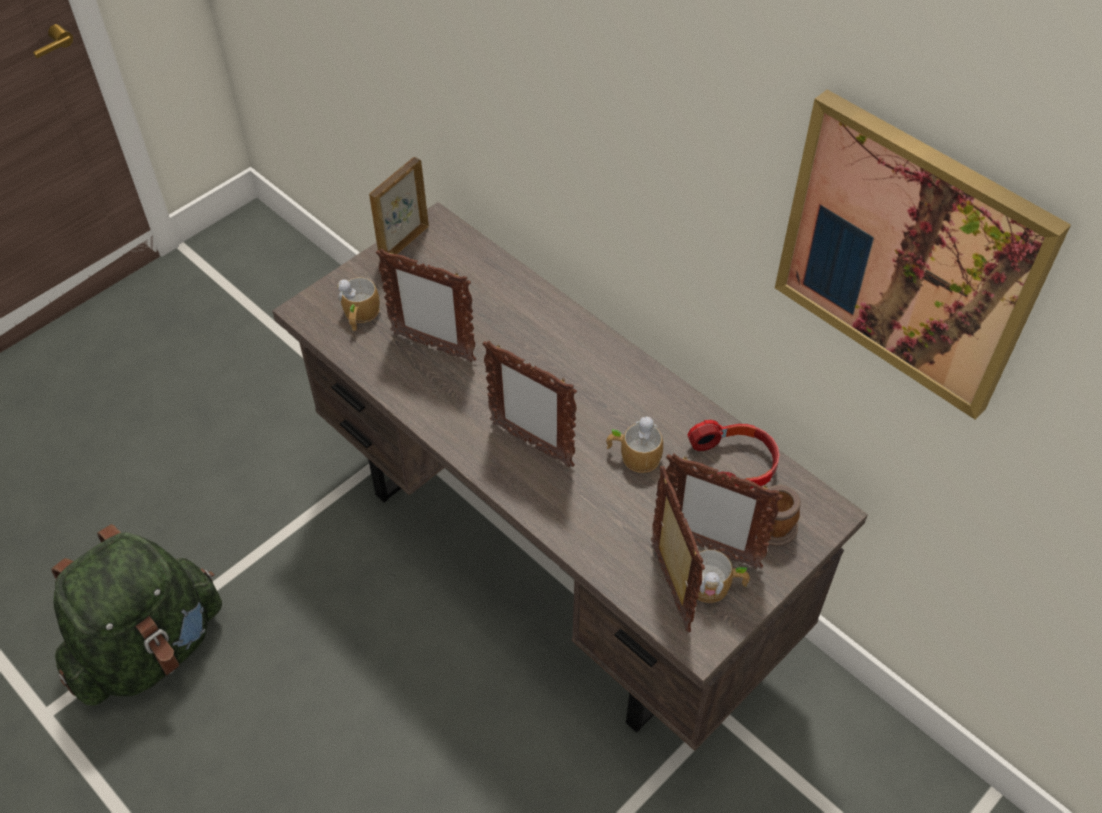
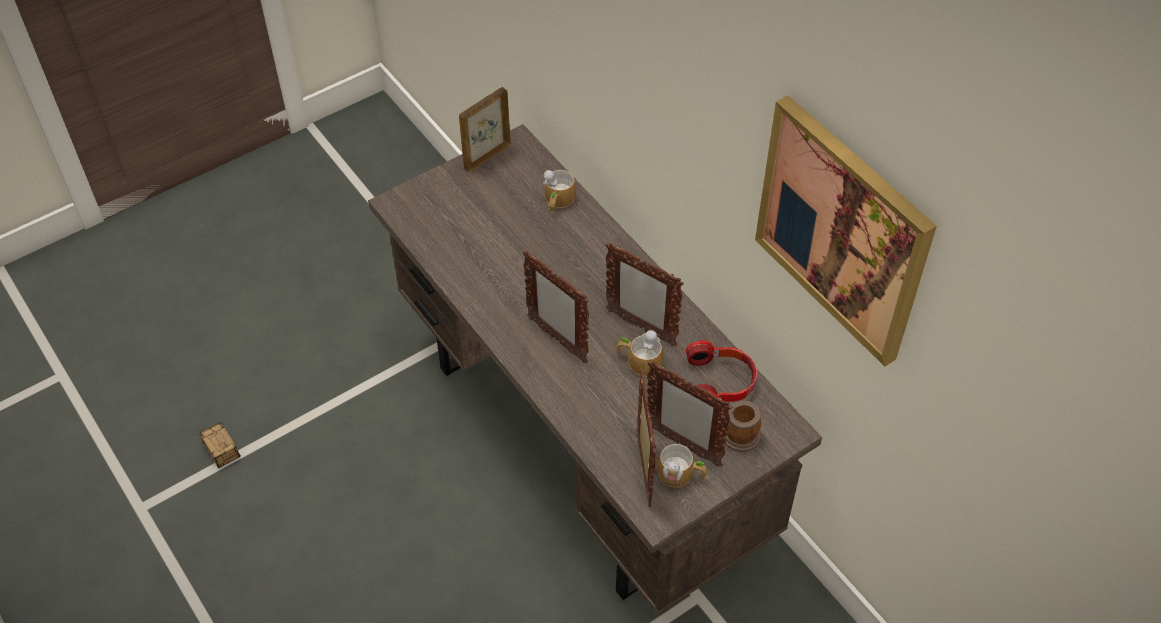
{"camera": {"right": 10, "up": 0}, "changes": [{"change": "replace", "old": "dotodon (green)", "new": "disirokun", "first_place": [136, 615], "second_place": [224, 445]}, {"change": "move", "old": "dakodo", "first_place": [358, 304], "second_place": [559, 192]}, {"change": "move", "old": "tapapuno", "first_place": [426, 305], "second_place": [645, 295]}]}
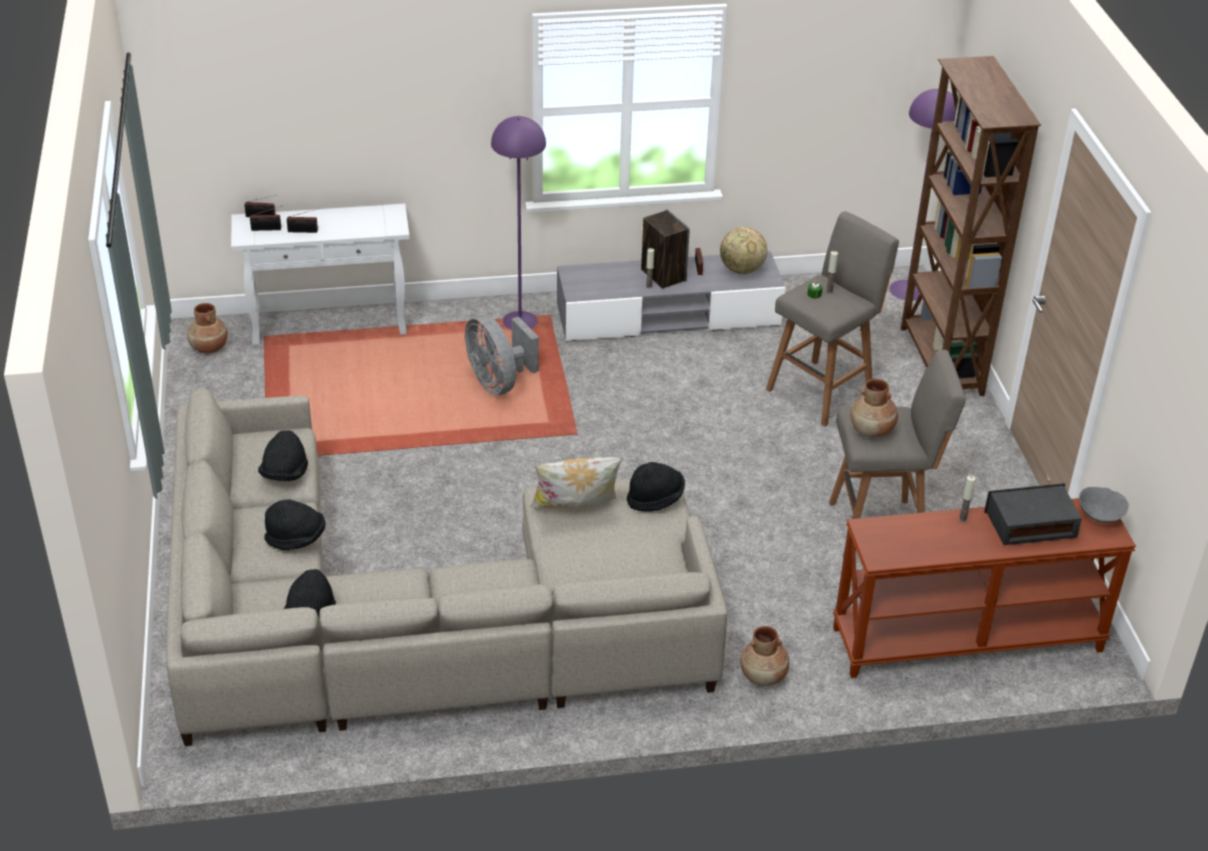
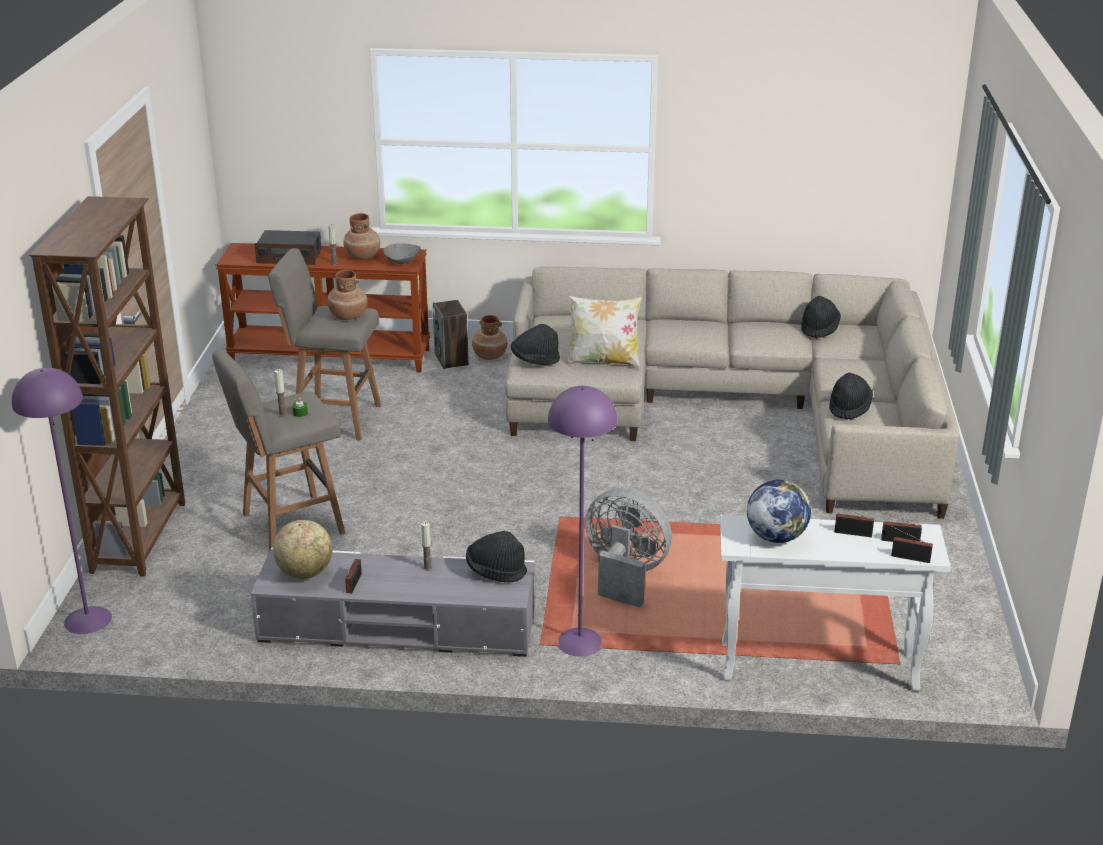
{"camera": {"right": -165, "up": -10}, "changes": [{"change": "move", "old": "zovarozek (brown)", "first_place": [207, 328], "second_place": [361, 236]}, {"change": "move", "old": "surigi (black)", "first_place": [294, 524], "second_place": [496, 557]}, {"change": "rotate", "old": "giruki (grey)", "first_place": [502, 355], "second_place": [628, 548], "degrees": -45}, {"change": "move", "old": "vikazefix", "first_place": [665, 249], "second_place": [451, 334]}, {"change": "move", "old": "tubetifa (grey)", "first_place": [1104, 505], "second_place": [402, 253]}, {"change": "insert", "new": "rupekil", "second_place": [779, 511]}]}
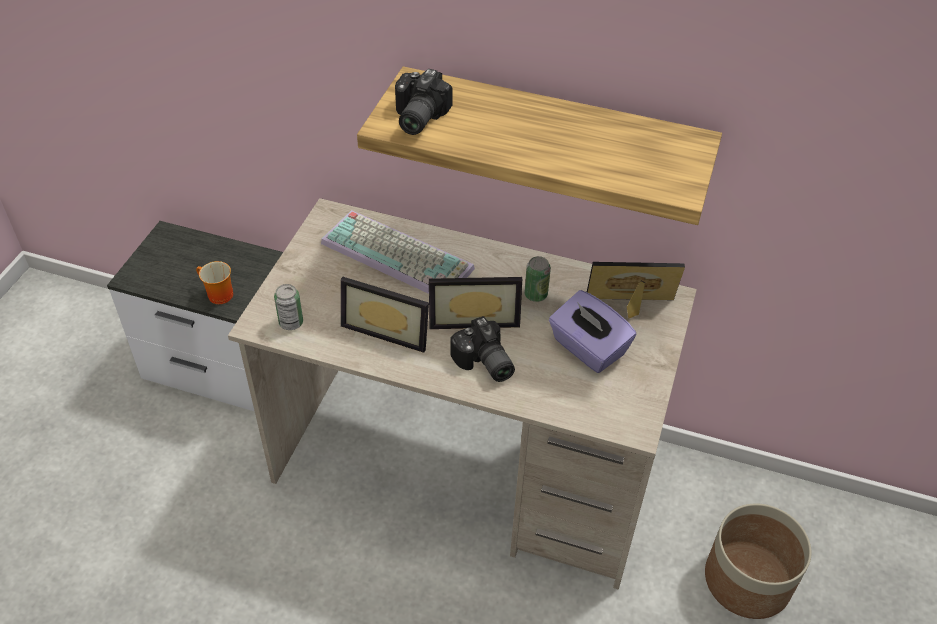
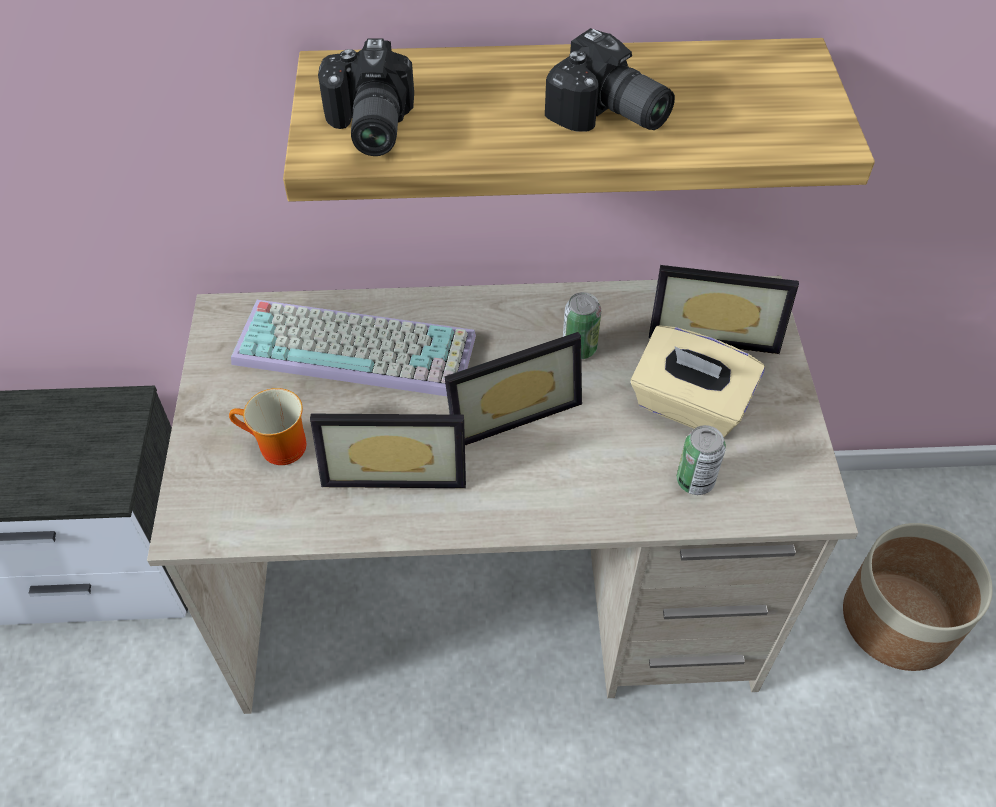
{"camera": {"right": -20, "up": 5}, "changes": [{"change": "move", "old": "dakodo", "first_place": [214, 282], "second_place": [268, 426]}, {"change": "move", "old": "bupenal", "first_place": [288, 307], "second_place": [701, 460]}, {"change": "move", "old": "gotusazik", "first_place": [482, 349], "second_place": [610, 80]}, {"change": "recolor", "old": "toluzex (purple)", "new": "toluzex (beige)", "first_place": [592, 331], "second_place": [698, 381]}, {"change": "rotate", "old": "tapapuno", "first_place": [636, 290], "second_place": [724, 309], "degrees": -150}]}
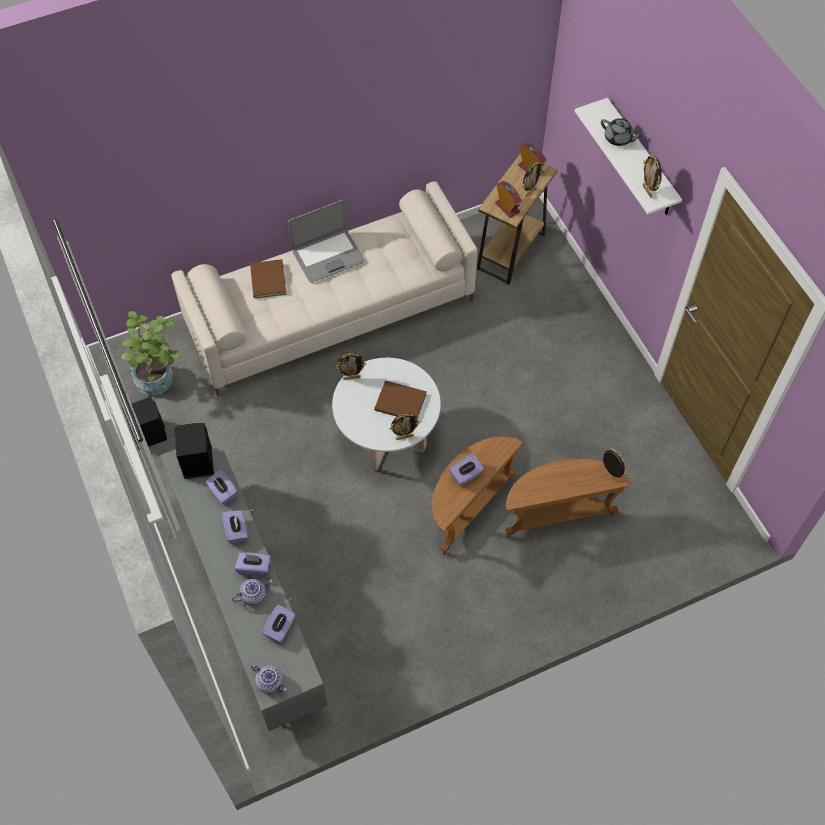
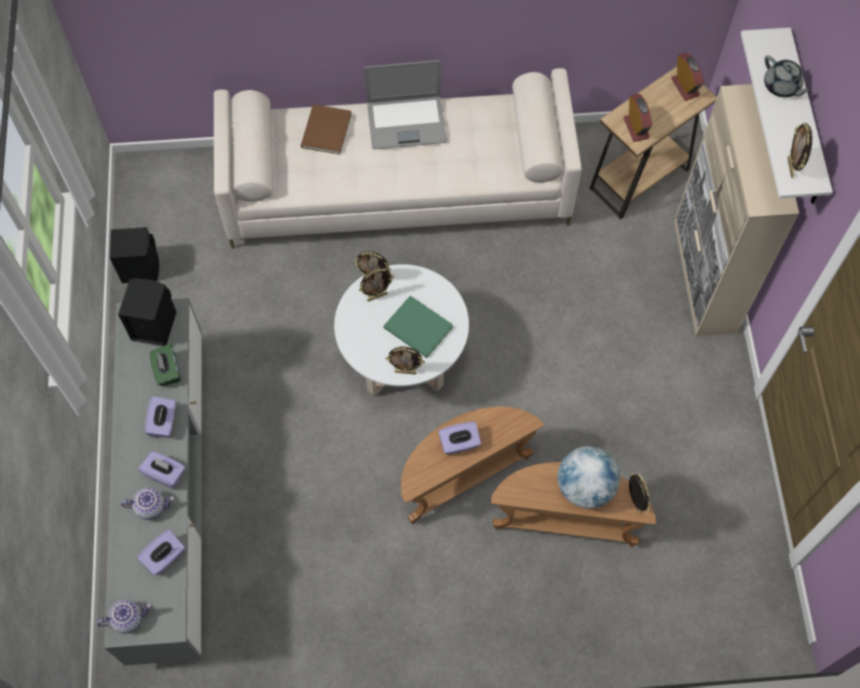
{"camera": {"right": 20, "up": 5}, "changes": [{"change": "delete", "old": "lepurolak", "first_place": [151, 353]}, {"change": "recolor", "old": "toluzex (purple)", "new": "toluzex (green)", "first_place": [222, 487], "second_place": [165, 364]}, {"change": "rotate", "old": "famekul", "first_place": [268, 679], "second_place": [124, 616], "degrees": -75}, {"change": "recolor", "old": "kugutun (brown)", "new": "kugutun (green)", "first_place": [400, 399], "second_place": [418, 327]}, {"change": "move", "old": "tapapuno", "first_place": [533, 179], "second_place": [376, 284]}, {"change": "insert", "new": "rupekil", "second_place": [589, 477]}, {"change": "insert", "new": "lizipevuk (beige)", "second_place": [736, 210]}]}
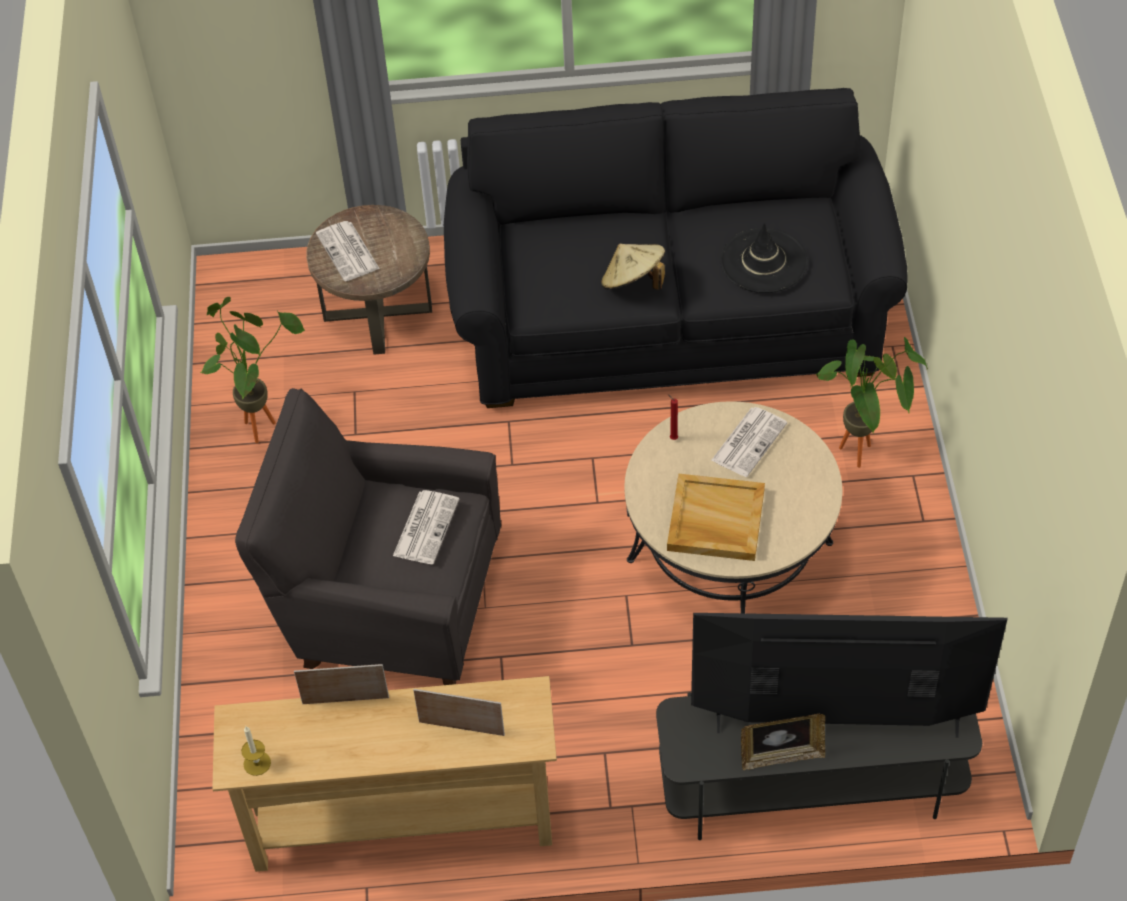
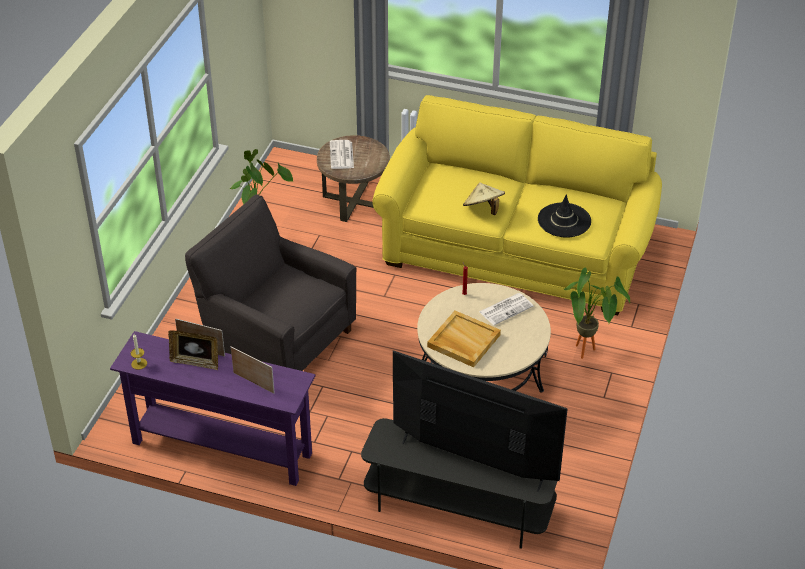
{"camera": {"right": 20, "up": -10}, "changes": [{"change": "recolor", "old": "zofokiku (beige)", "new": "zofokiku (purple)", "first_place": [384, 774], "second_place": [213, 408]}, {"change": "delete", "old": "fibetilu", "first_place": [426, 527]}, {"change": "recolor", "old": "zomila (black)", "new": "zomila (yellow)", "first_place": [676, 248], "second_place": [517, 205]}, {"change": "move", "old": "tapapuno", "first_place": [783, 742], "second_place": [193, 350]}]}
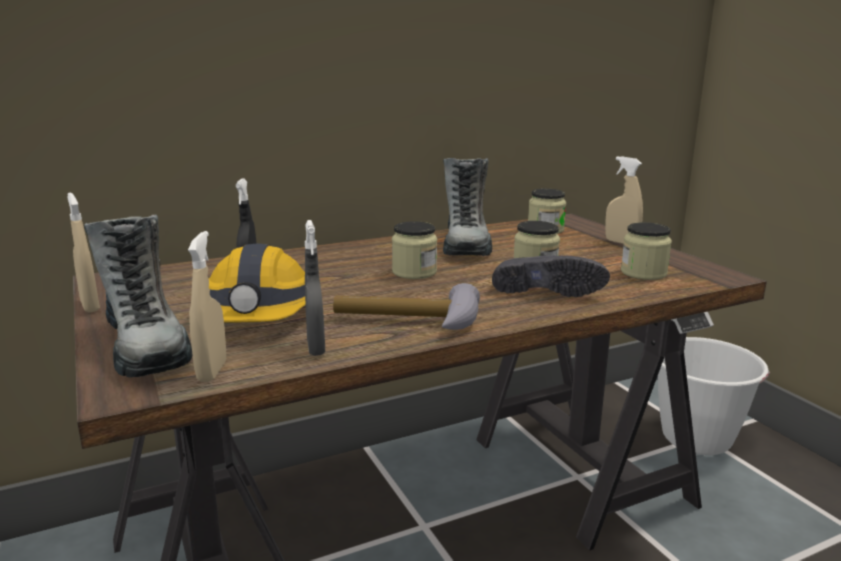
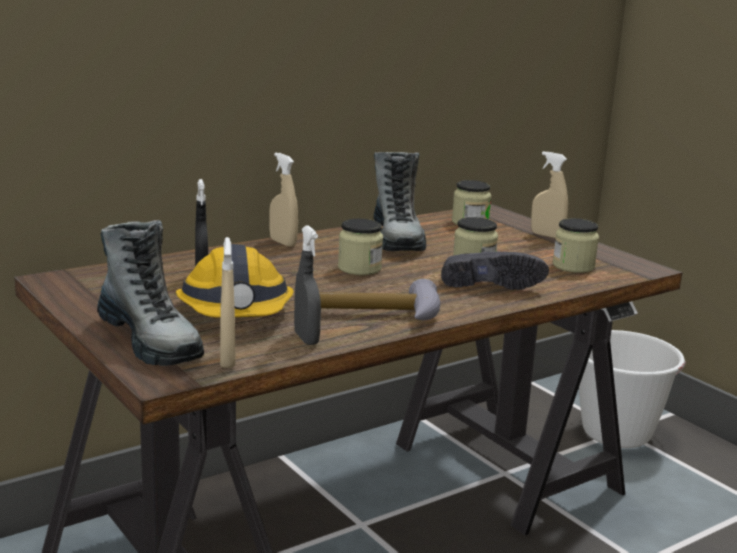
{"camera": {"right": -10, "up": 0}, "changes": [{"change": "move", "old": "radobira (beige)", "first_place": [83, 253], "second_place": [283, 200]}]}
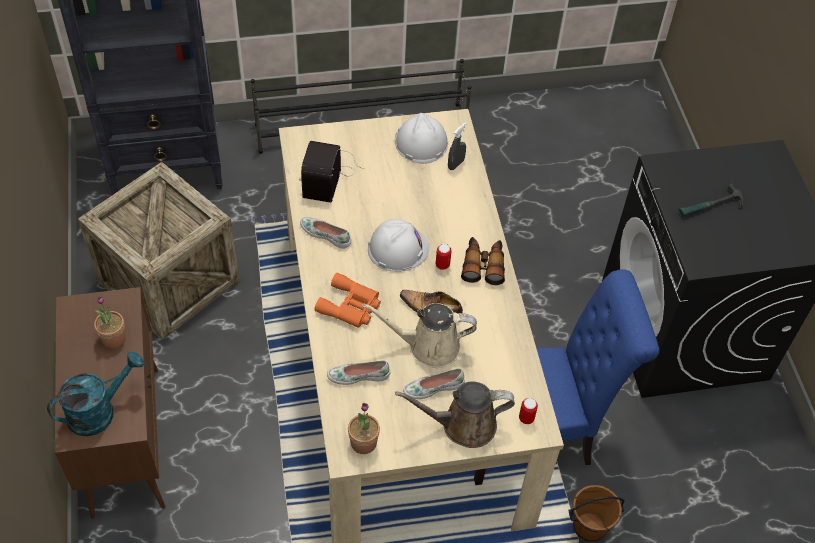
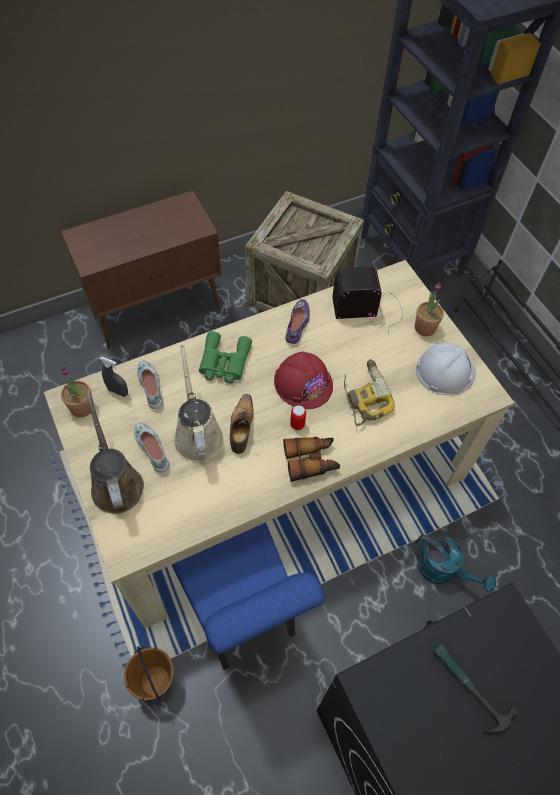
{"camera": {"right": 75, "up": 5}, "changes": [{"change": "move", "old": "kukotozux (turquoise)", "first_place": [95, 394], "second_place": [456, 564]}, {"change": "move", "old": "lepurolak", "first_place": [110, 322], "second_place": [429, 309]}, {"change": "recolor", "old": "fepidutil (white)", "new": "fepidutil (purple)", "first_place": [325, 233], "second_place": [297, 321]}, {"change": "recolor", "old": "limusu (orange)", "new": "limusu (green)", "first_place": [347, 300], "second_place": [225, 357]}, {"change": "recolor", "old": "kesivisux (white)", "new": "kesivisux (red)", "first_place": [398, 245], "second_place": [303, 380]}, {"change": "move", "old": "radobira (grey)", "first_place": [457, 146], "second_place": [114, 377]}, {"change": "delete", "old": "bupenal", "first_place": [528, 411]}, {"change": "insert", "new": "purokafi", "second_place": [369, 392]}]}
